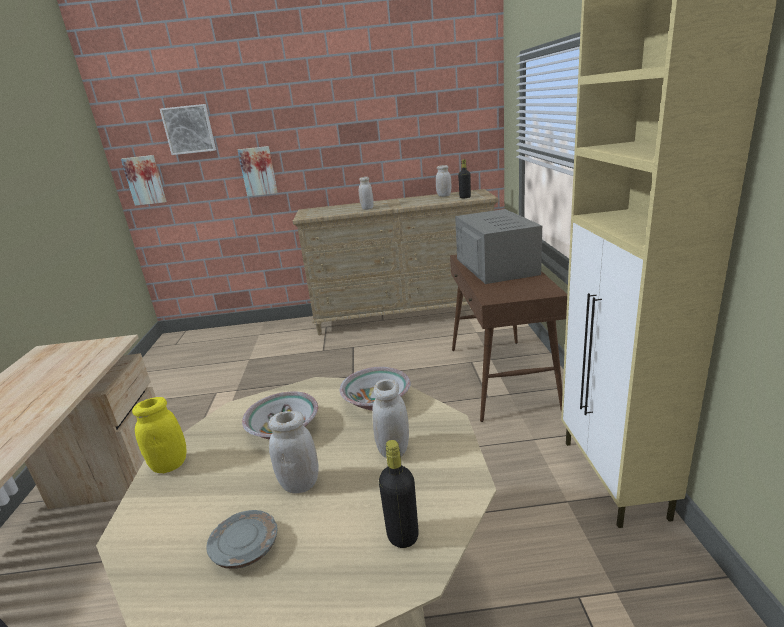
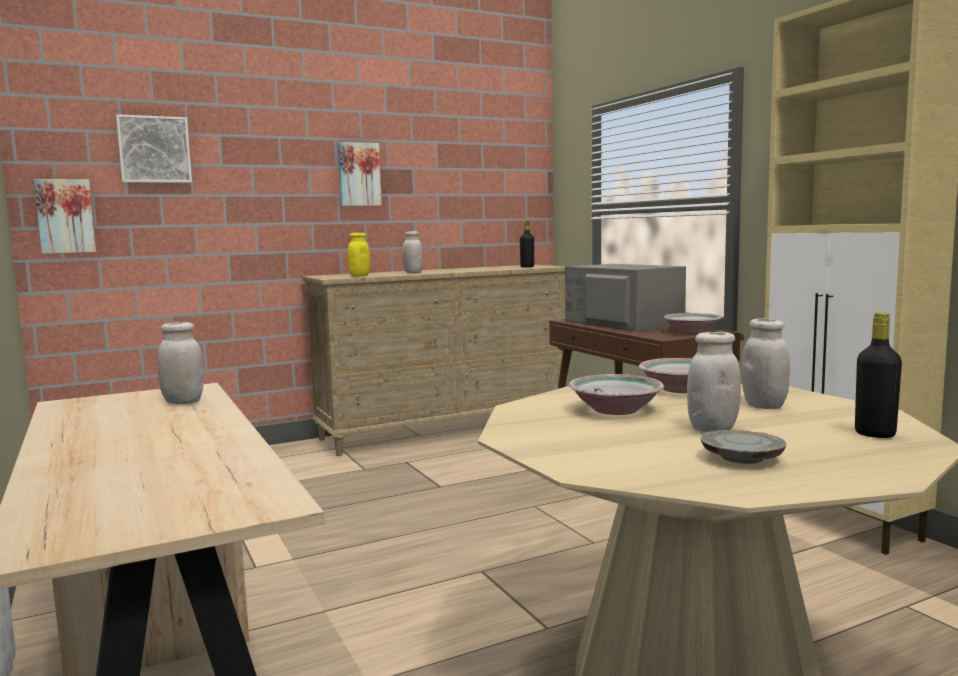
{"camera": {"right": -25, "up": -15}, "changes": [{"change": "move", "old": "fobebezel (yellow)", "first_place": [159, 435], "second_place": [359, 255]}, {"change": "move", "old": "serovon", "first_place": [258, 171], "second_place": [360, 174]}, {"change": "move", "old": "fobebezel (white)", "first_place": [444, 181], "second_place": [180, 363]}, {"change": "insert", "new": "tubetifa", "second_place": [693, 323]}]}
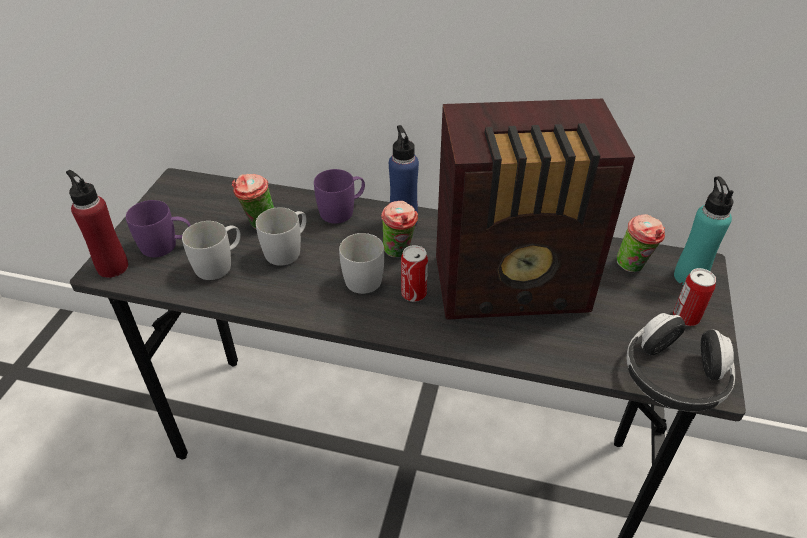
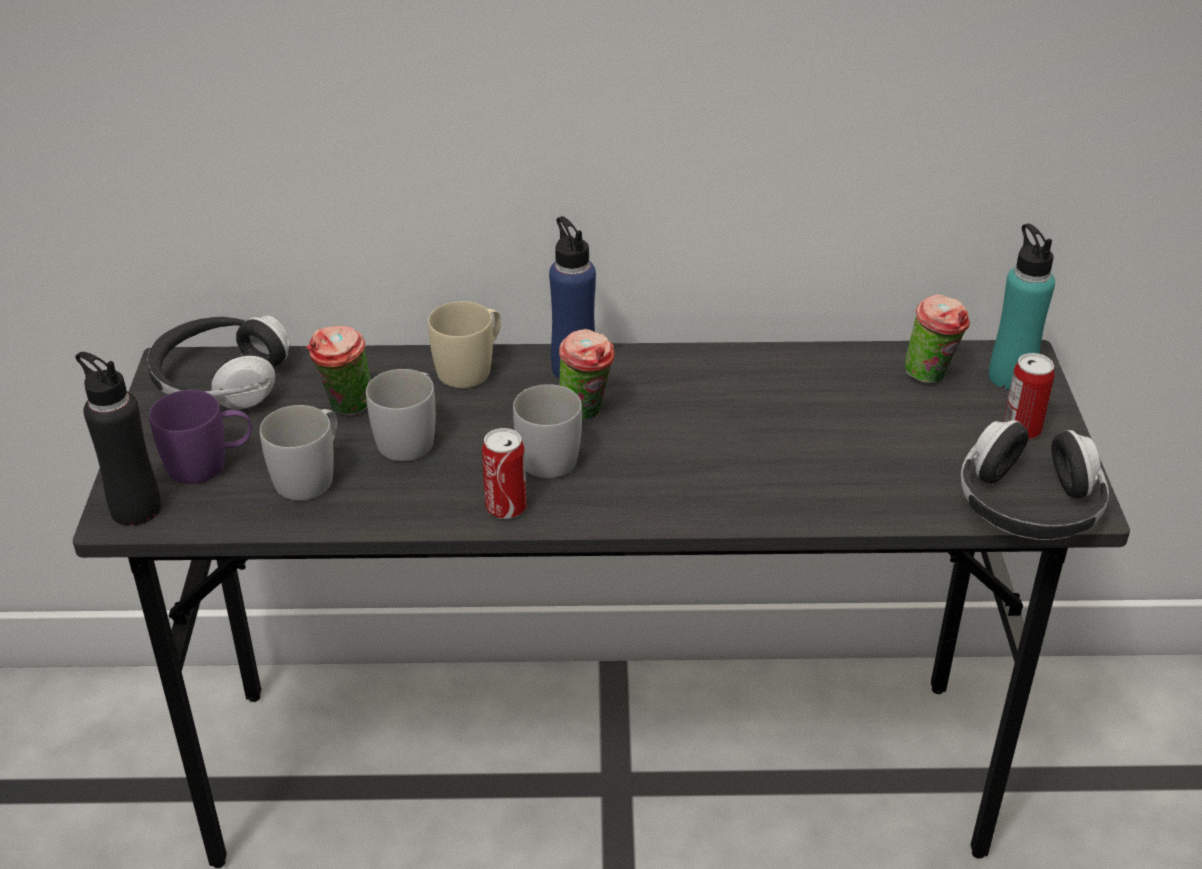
{"camera": {"right": -15, "up": -5}, "changes": [{"change": "recolor", "old": "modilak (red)", "new": "modilak (black)", "first_place": [97, 224], "second_place": [118, 439]}, {"change": "recolor", "old": "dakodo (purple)", "new": "dakodo (beige)", "first_place": [339, 196], "second_place": [464, 344]}, {"change": "move", "old": "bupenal", "first_place": [414, 273], "second_place": [504, 473]}, {"change": "delete", "old": "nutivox", "first_place": [535, 209]}, {"change": "insert", "new": "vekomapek", "second_place": [218, 362]}]}
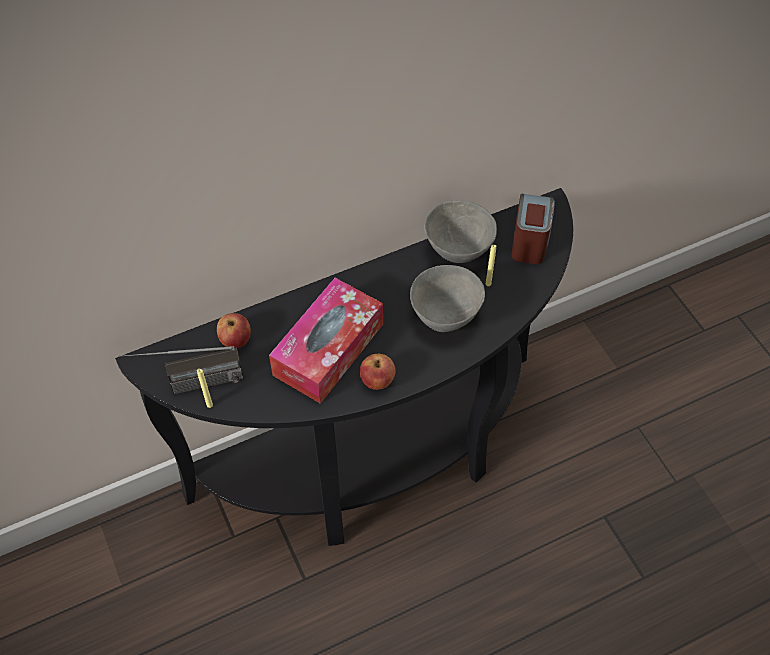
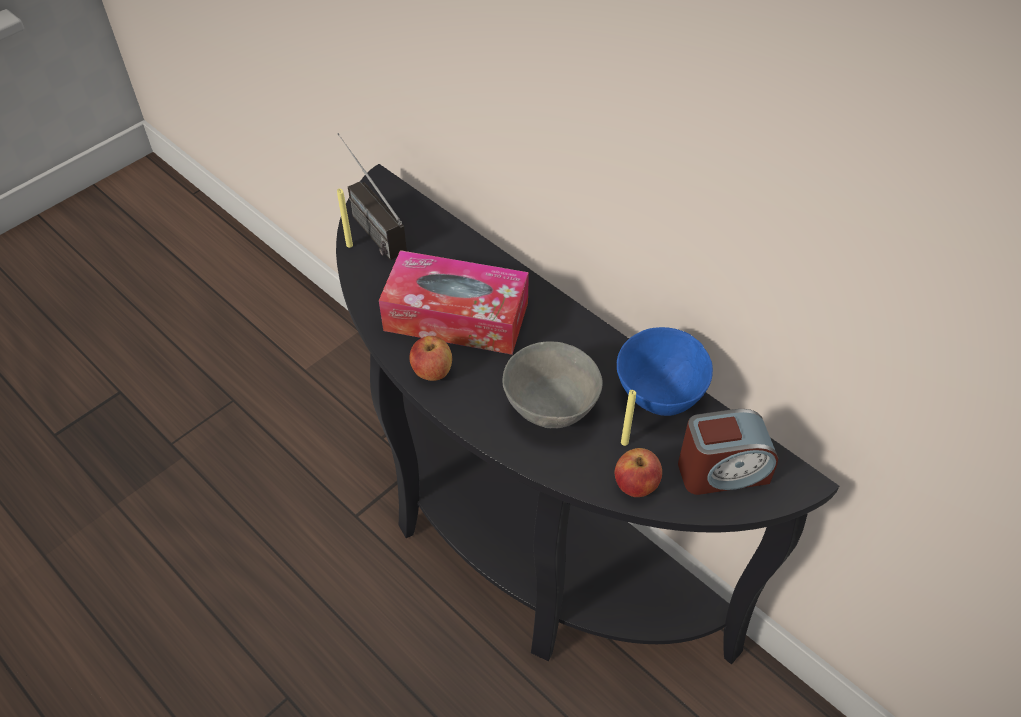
{"camera": {"right": 70, "up": -5}, "changes": [{"change": "move", "old": "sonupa", "first_place": [234, 331], "second_place": [638, 472]}, {"change": "recolor", "old": "tubetifa (grey)", "new": "tubetifa (blue)", "first_place": [461, 232], "second_place": [665, 371]}]}
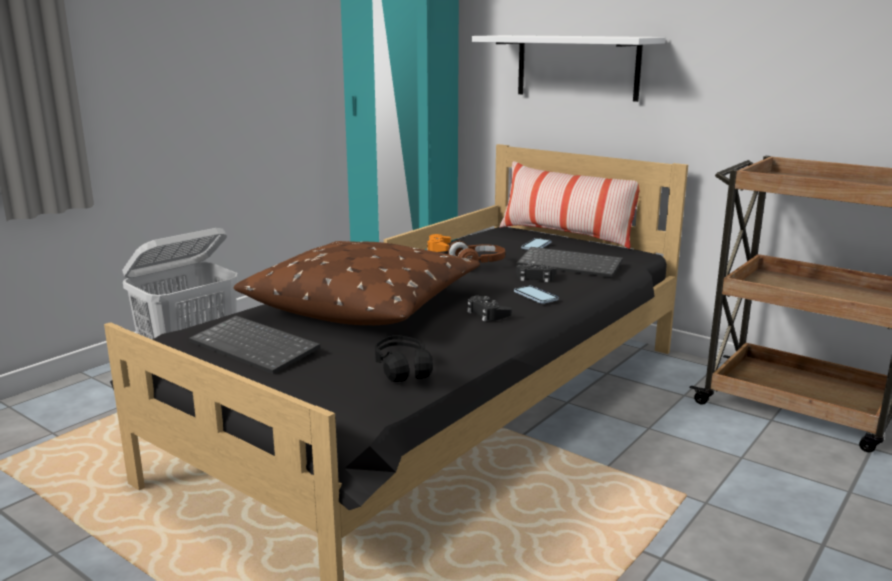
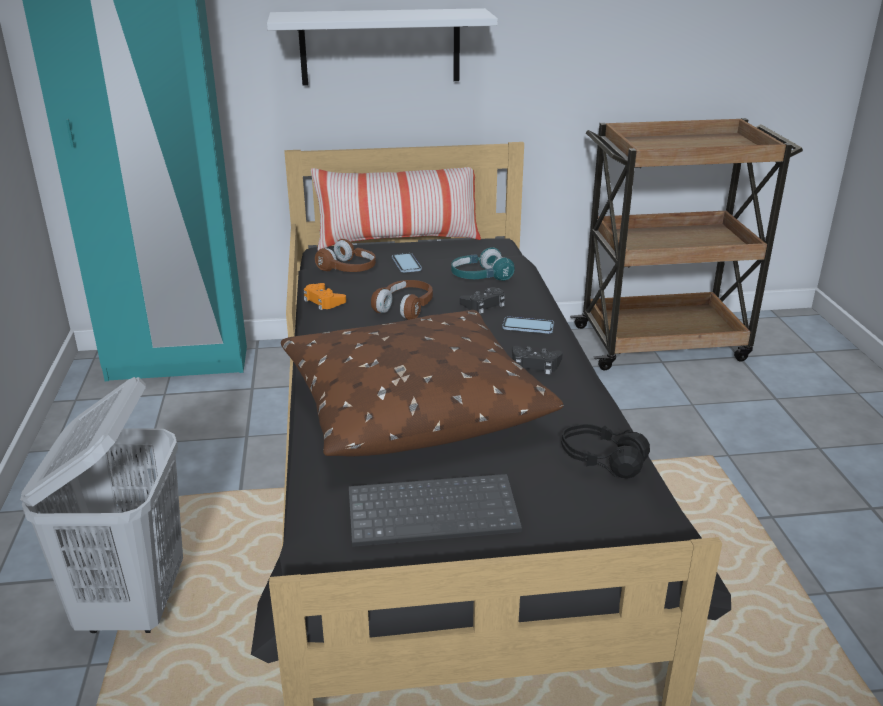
{"camera": {"right": -45, "up": 10}, "changes": [{"change": "replace", "old": "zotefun", "new": "vekomapek (turquoise)", "first_place": [570, 262], "second_place": [483, 264]}, {"change": "insert", "new": "vekomapek (brown)", "second_place": [345, 255]}]}
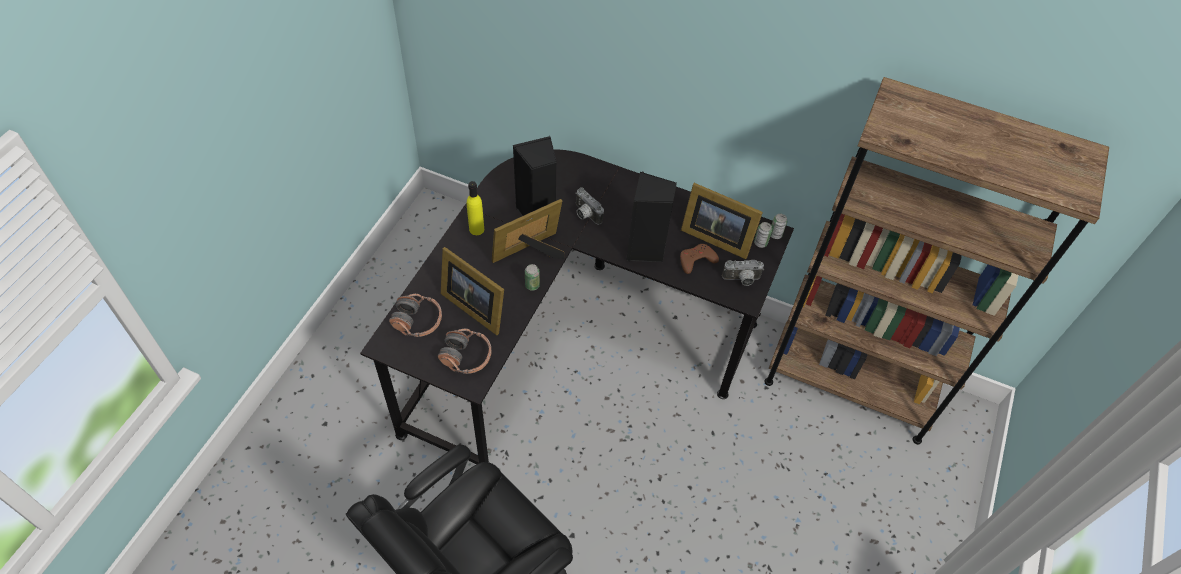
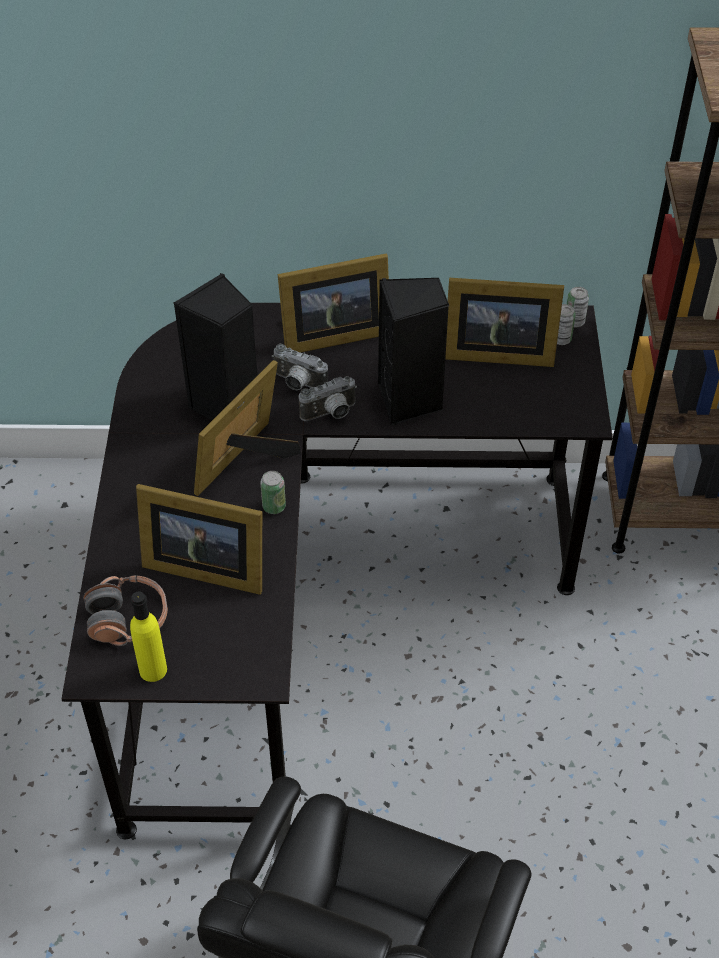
{"camera": {"right": -20, "up": -5}, "changes": [{"change": "delete", "old": "vekomapek", "first_place": [465, 351]}, {"change": "move", "old": "modilak (yellow)", "first_place": [475, 208], "second_place": [148, 637]}, {"change": "delete", "old": "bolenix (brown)", "first_place": [699, 259]}, {"change": "move", "old": "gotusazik", "first_place": [743, 273], "second_place": [328, 398]}, {"change": "insert", "new": "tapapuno", "second_place": [333, 303]}]}
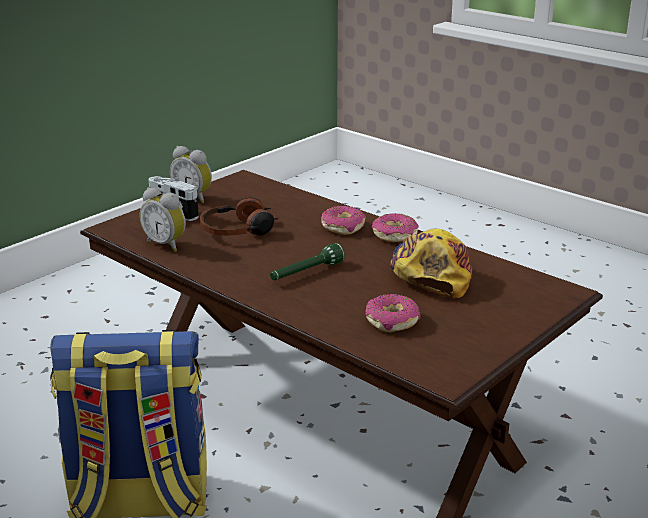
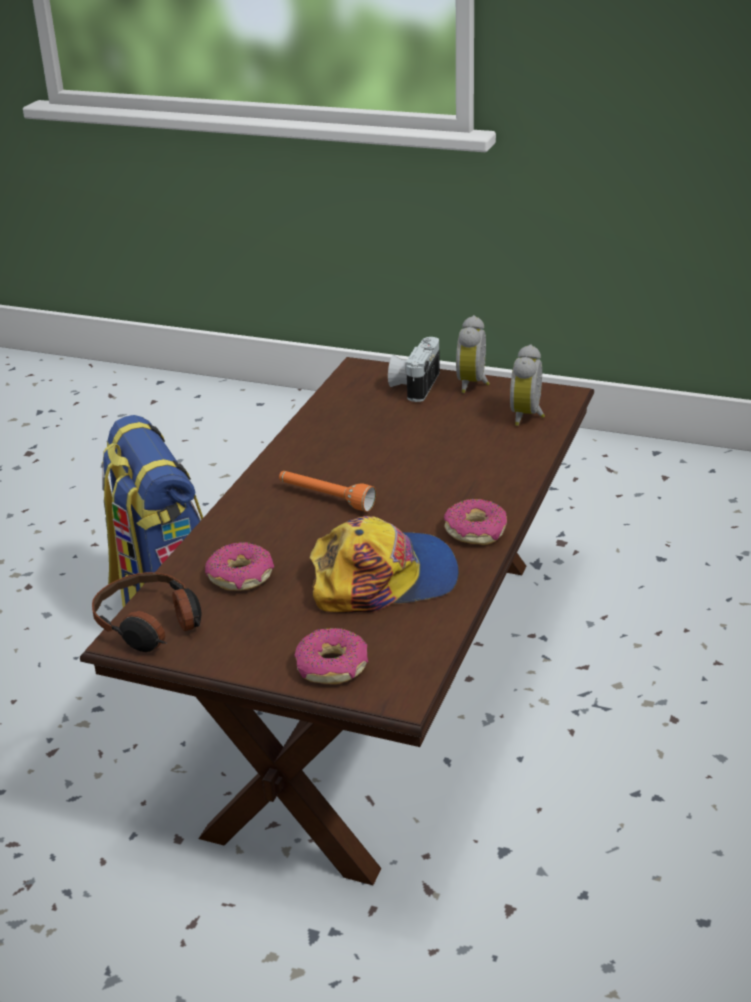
{"camera": {"right": 70, "up": 5}, "changes": [{"change": "move", "old": "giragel", "first_place": [163, 219], "second_place": [527, 385]}, {"change": "move", "old": "vekomapek", "first_place": [239, 216], "second_place": [146, 612]}, {"change": "recolor", "old": "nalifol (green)", "new": "nalifol (orange)", "first_place": [307, 261], "second_place": [327, 491]}, {"change": "move", "old": "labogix", "first_place": [343, 220], "second_place": [331, 656]}]}
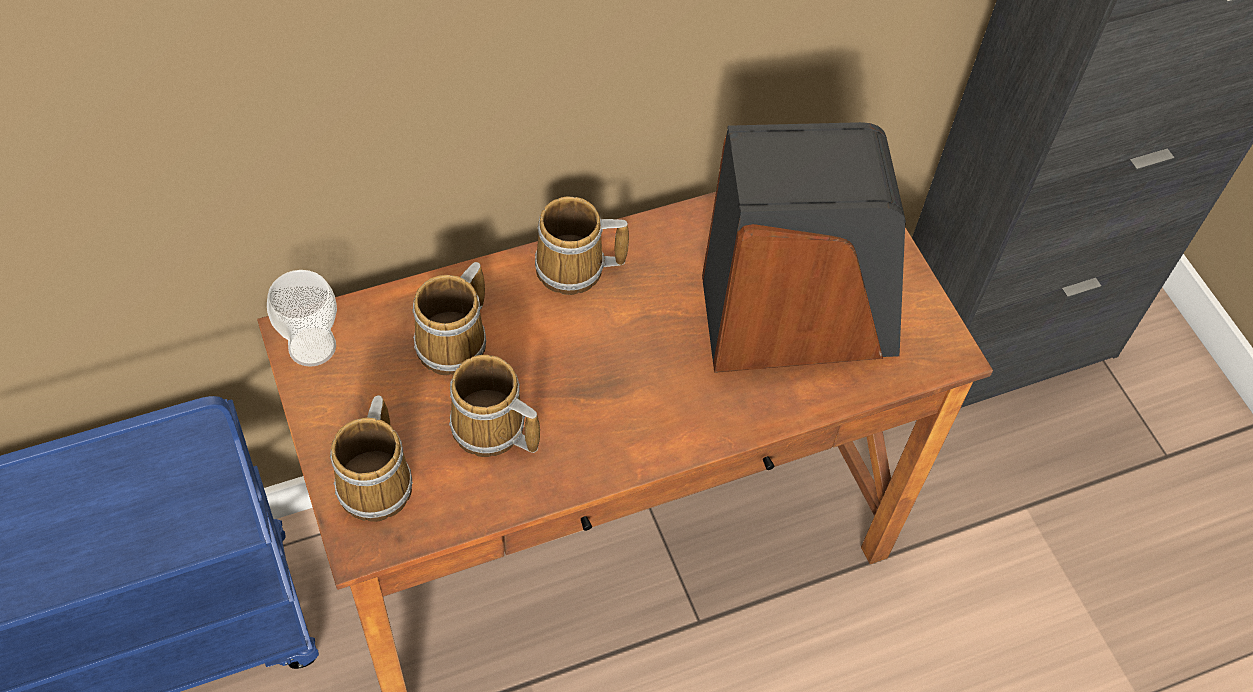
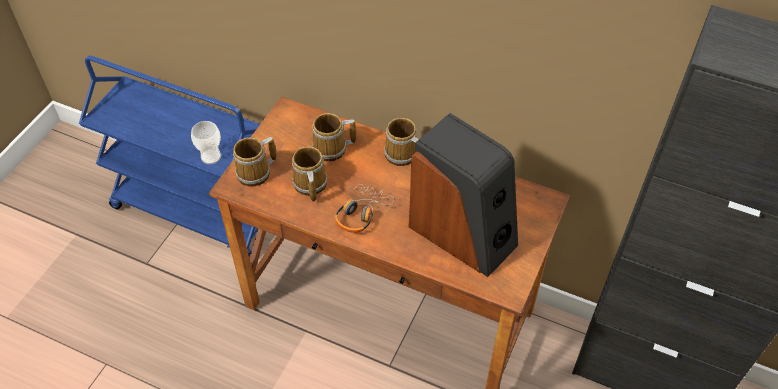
{"camera": {"right": 50, "up": -5}, "changes": [{"change": "move", "old": "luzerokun", "first_place": [302, 318], "second_place": [206, 142]}, {"change": "insert", "new": "vekomapek", "second_place": [364, 208]}]}
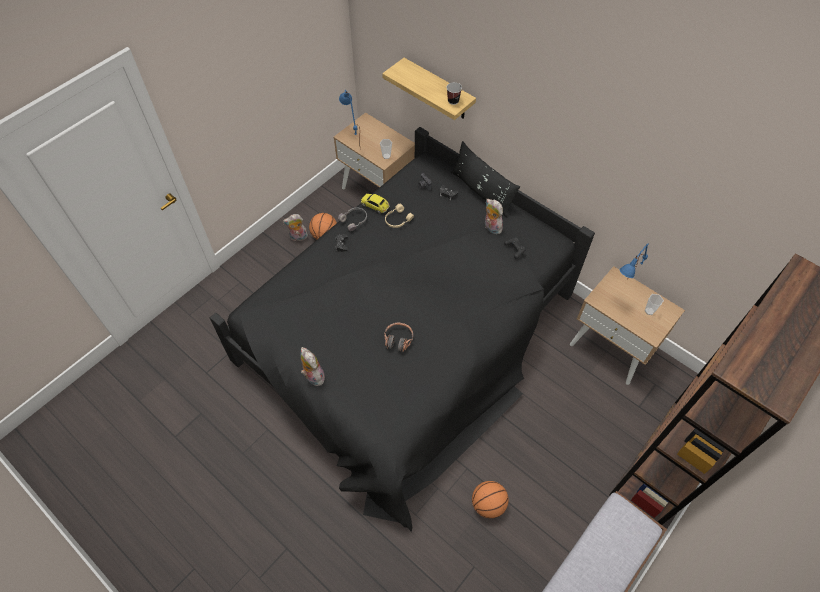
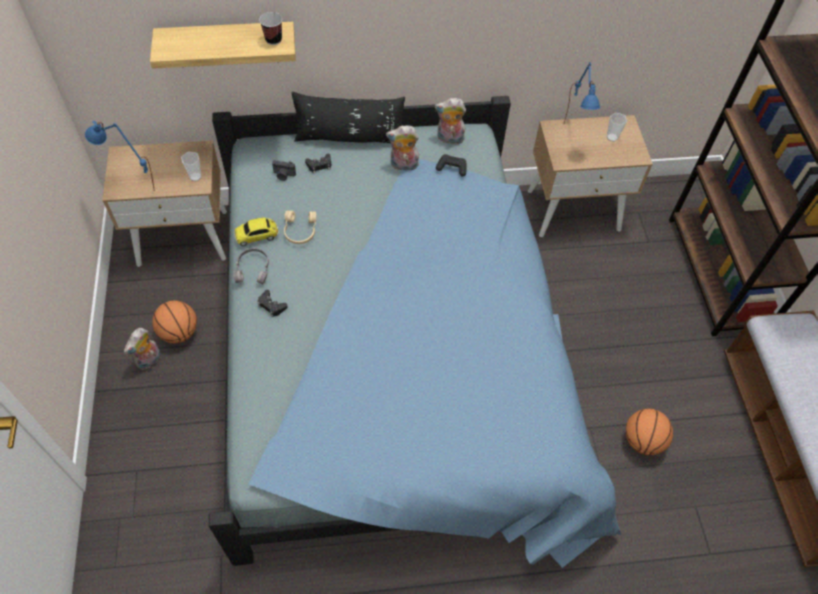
{"camera": {"right": -50, "up": 0}, "changes": [{"change": "recolor", "old": "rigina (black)", "new": "rigina (blue)", "first_place": [402, 329], "second_place": [415, 332]}, {"change": "move", "old": "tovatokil", "first_place": [313, 366], "second_place": [450, 121]}, {"change": "delete", "old": "vekomapek", "first_place": [399, 337]}]}
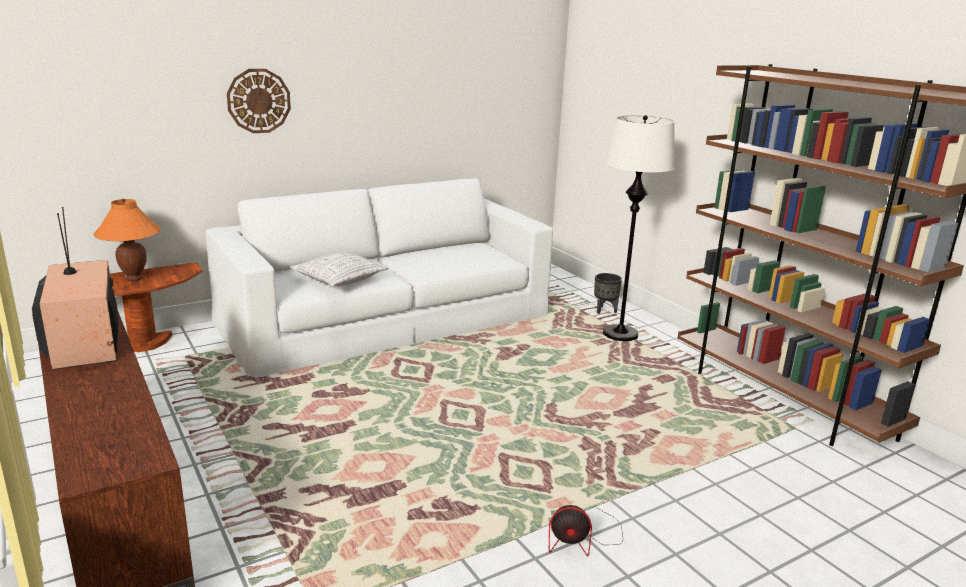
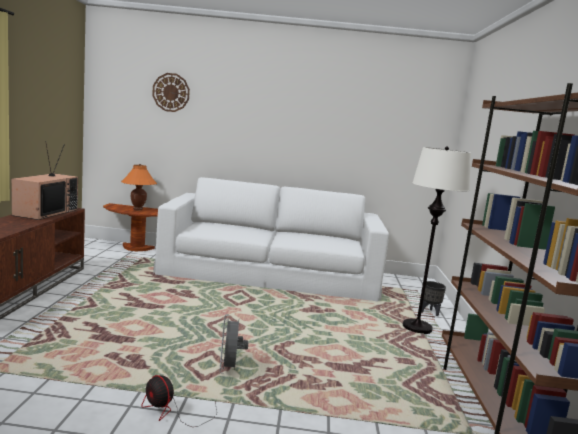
{"camera": {"right": 35, "up": -10}, "changes": [{"change": "move", "old": "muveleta", "first_place": [259, 101], "second_place": [171, 92]}, {"change": "delete", "old": "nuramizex", "first_place": [339, 269]}, {"change": "insert", "new": "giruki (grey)", "second_place": [234, 344]}]}
